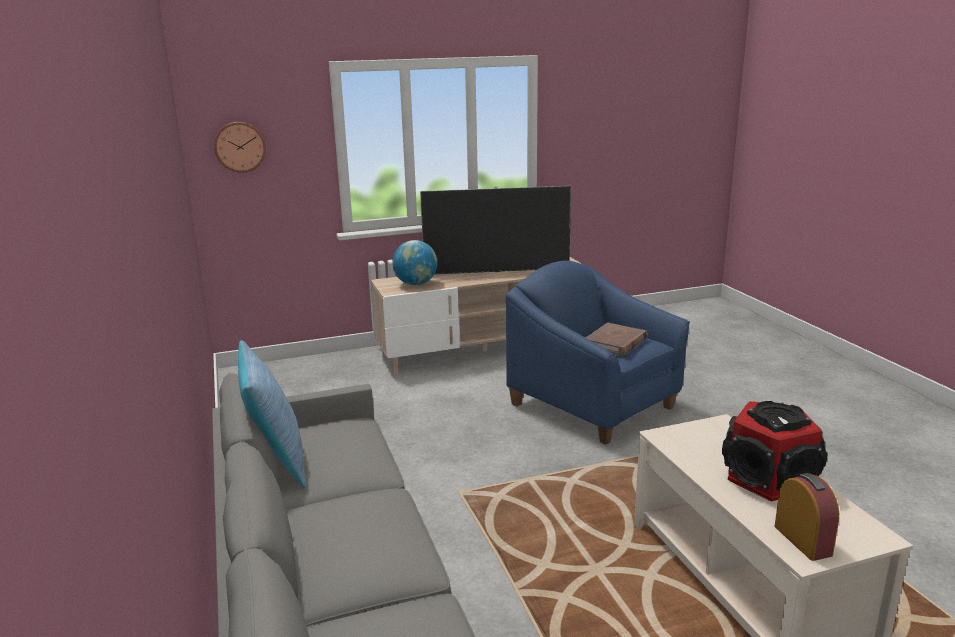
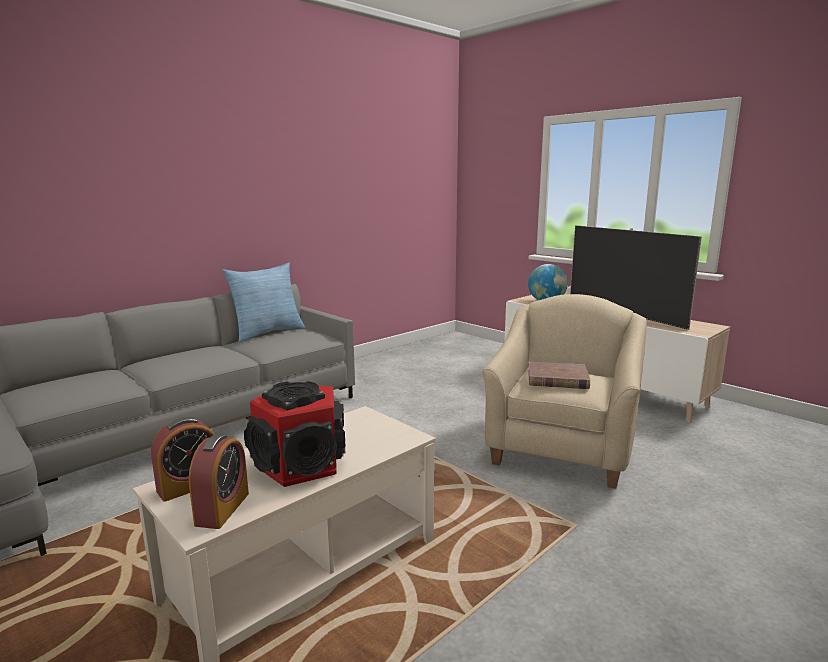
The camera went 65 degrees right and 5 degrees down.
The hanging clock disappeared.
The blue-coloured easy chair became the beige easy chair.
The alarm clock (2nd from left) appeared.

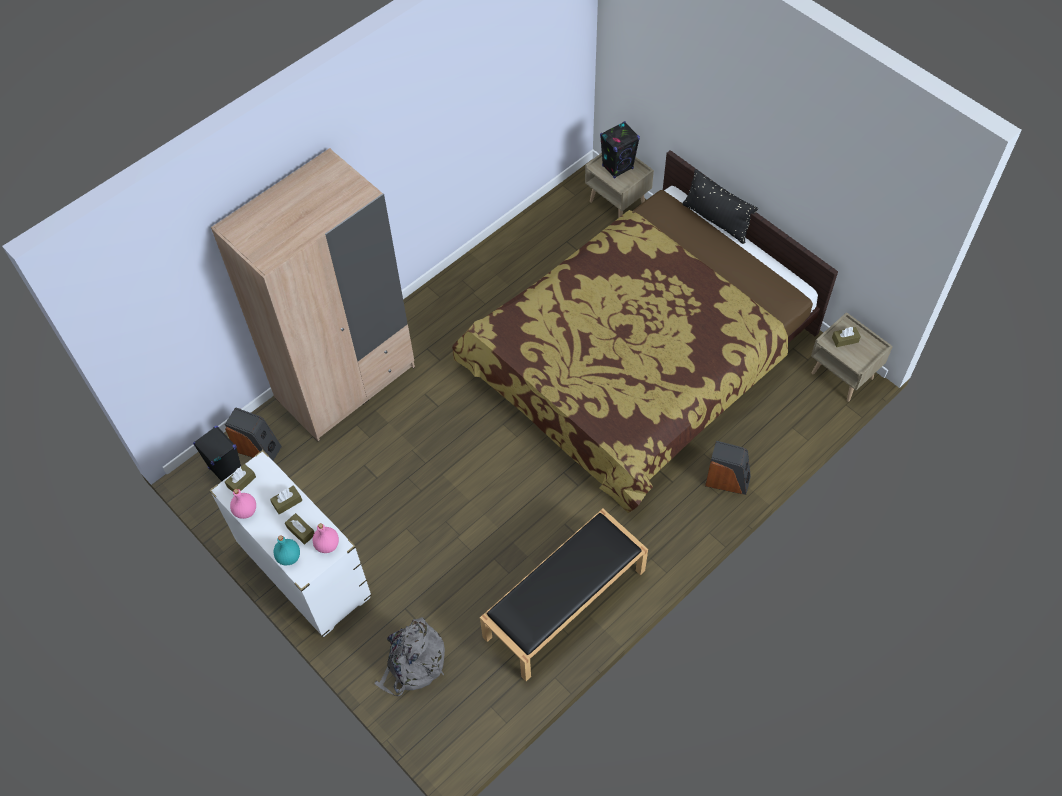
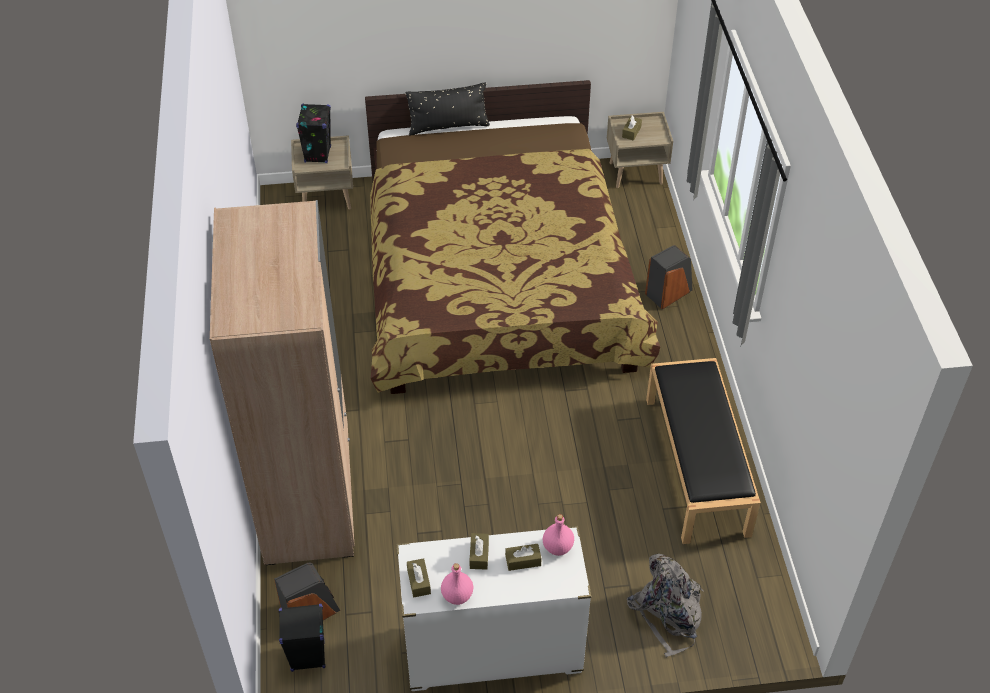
The camera went 55 degrees left and 10 degrees down.
The turquoise-coloured beverage bottle disappeared.

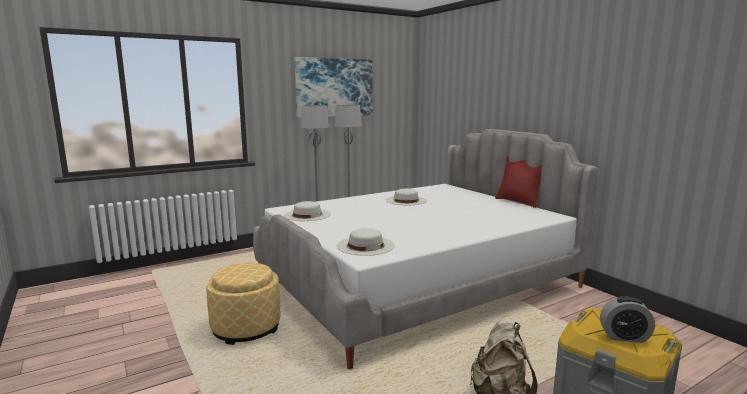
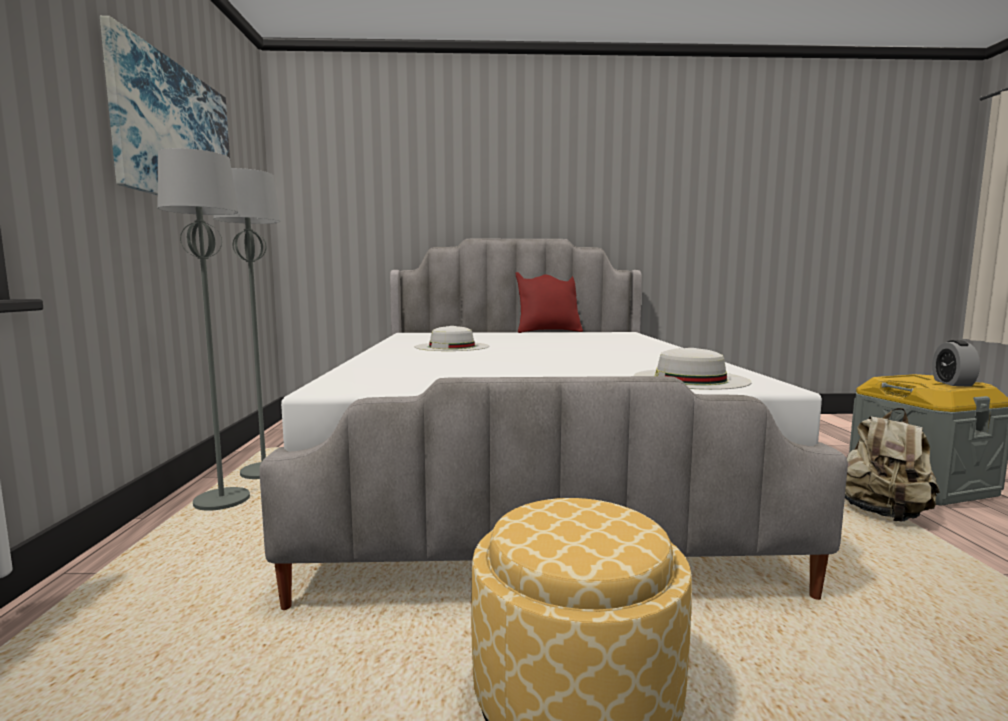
The camera went 60 degrees left and 5 degrees down.
The whitish wearable hat (1st from left) disappeared.
The alarm clock turned 150 degrees clockwise.

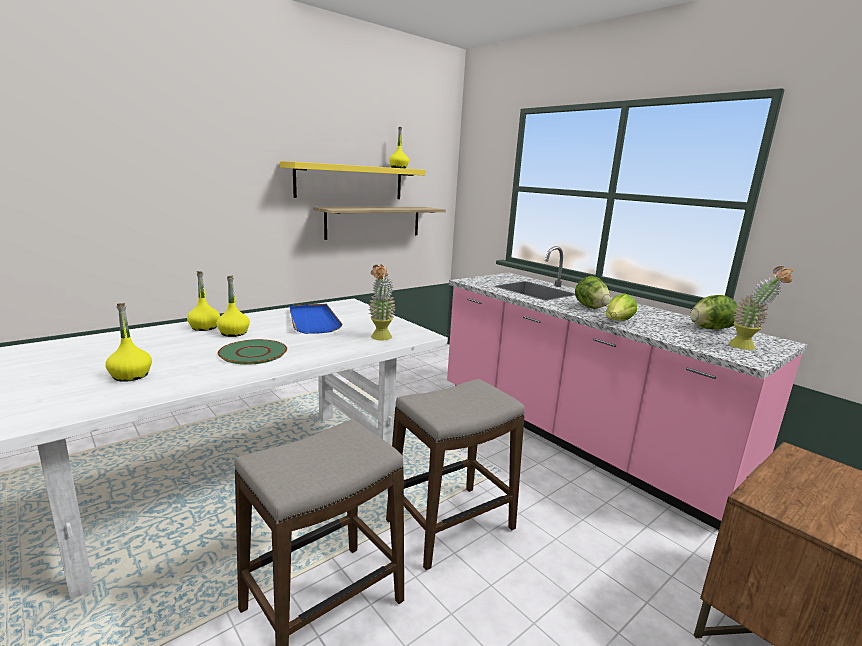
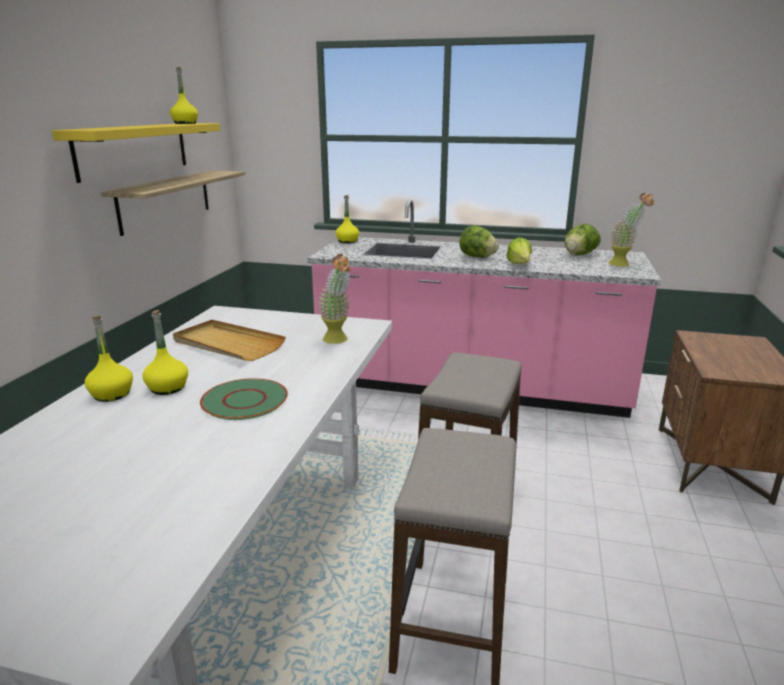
The camera went 35 degrees left and 5 degrees up.
The yellow-coloured beverage bottle (1st from left in the first image) moved.
The blue-coloured tray became the beige tray.

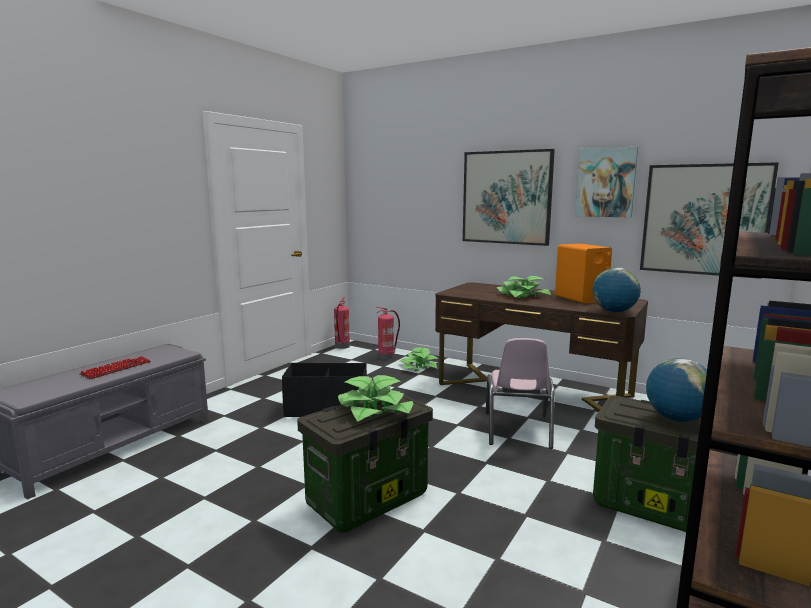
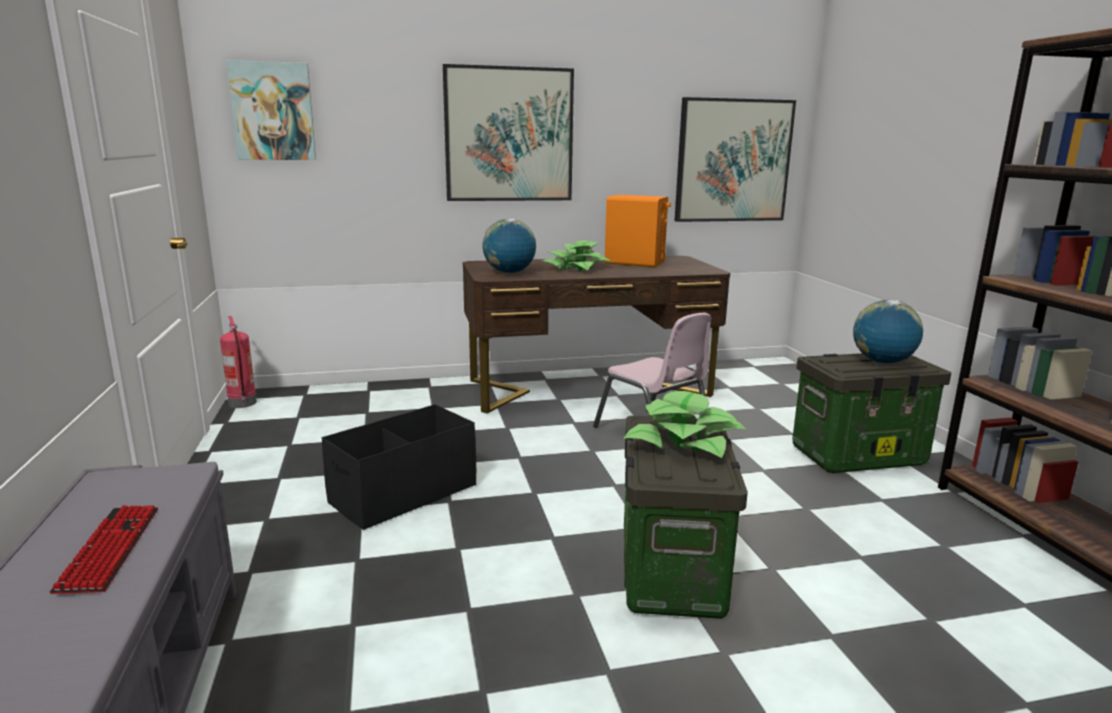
The camera went 45 degrees left and 5 degrees up.
The fire extinguisher (2nd from left) disappeared.
The houseplant (2nd from left) disappeared.
The picture (2nd from left in the first image) moved.
The desk globe (1st from left) moved.

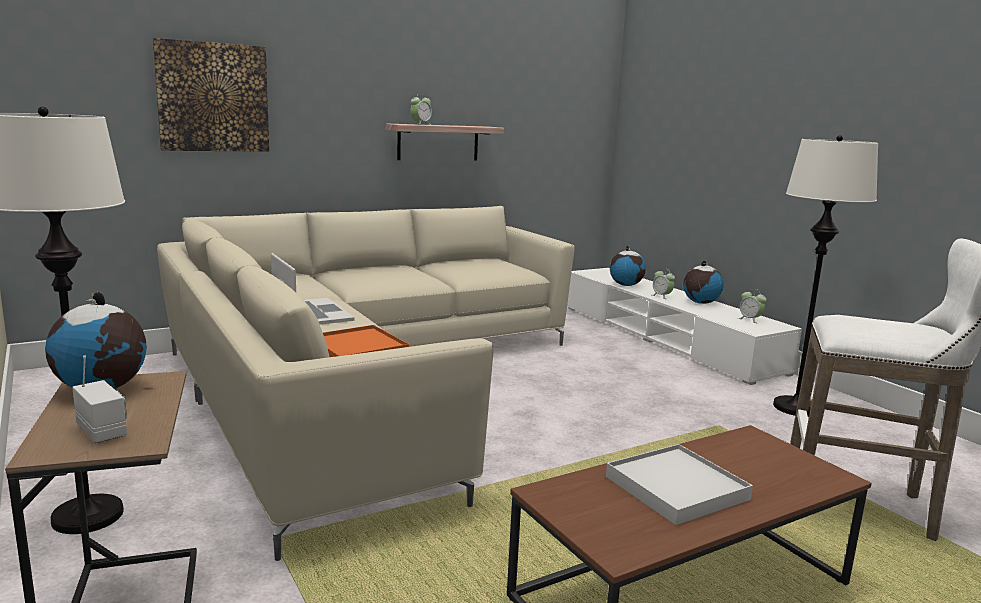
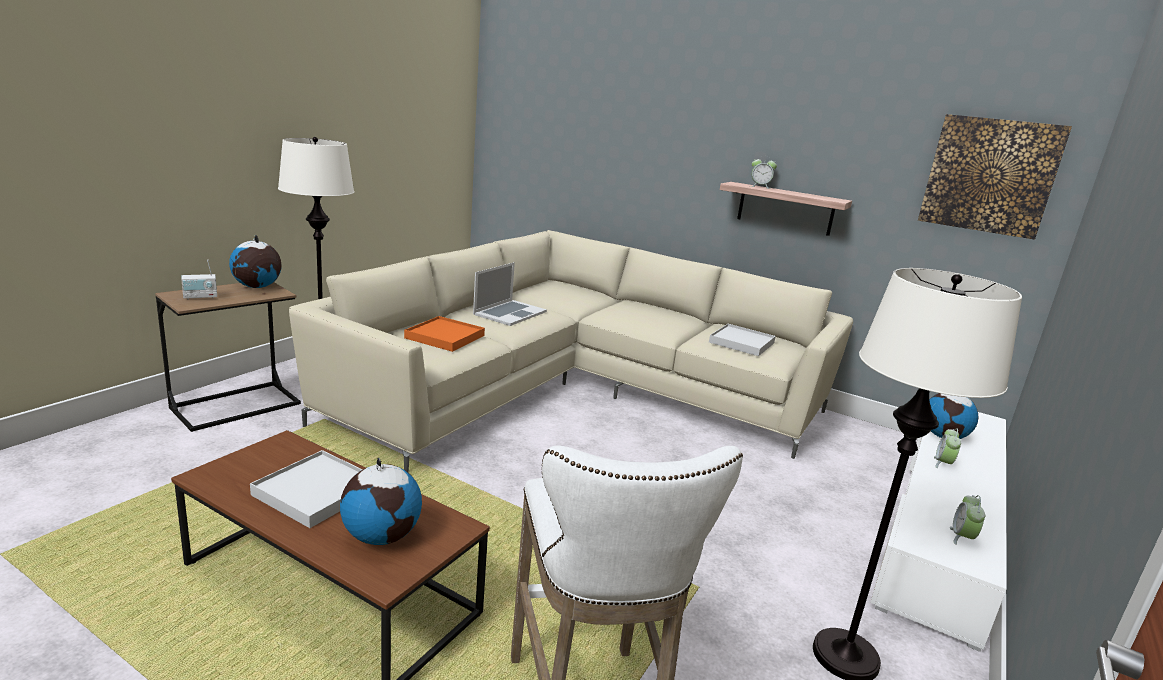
The camera went 60 degrees right and 5 degrees up.
The radio turned 45 degrees clockwise.
The picture moved.
The desk globe (3rd from left in the first image) moved.
The whitish tray (2nd from left) appeared.

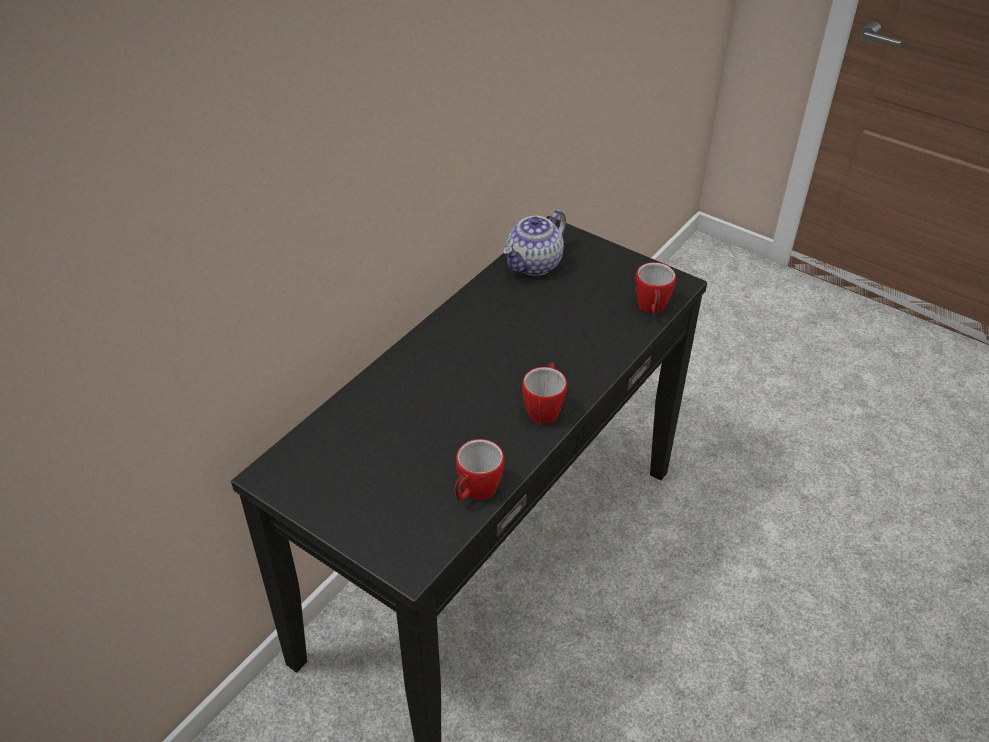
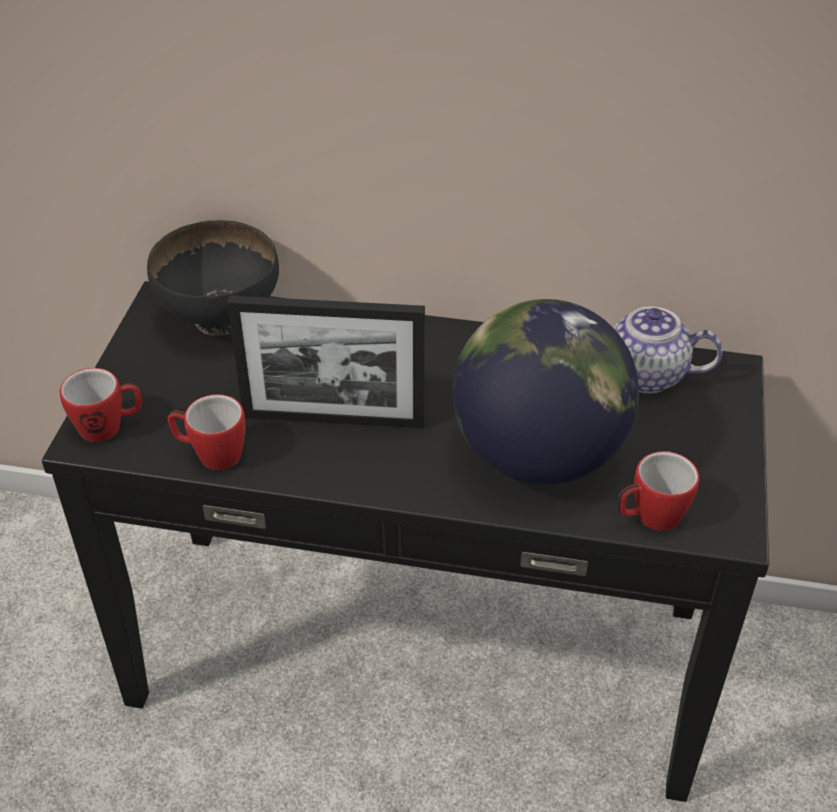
The camera went 65 degrees right and 0 degrees up.
The mug (2nd from left in the first image) moved.
The black deep dish appeared.
The picture frame appeared.
The desk globe appeared.

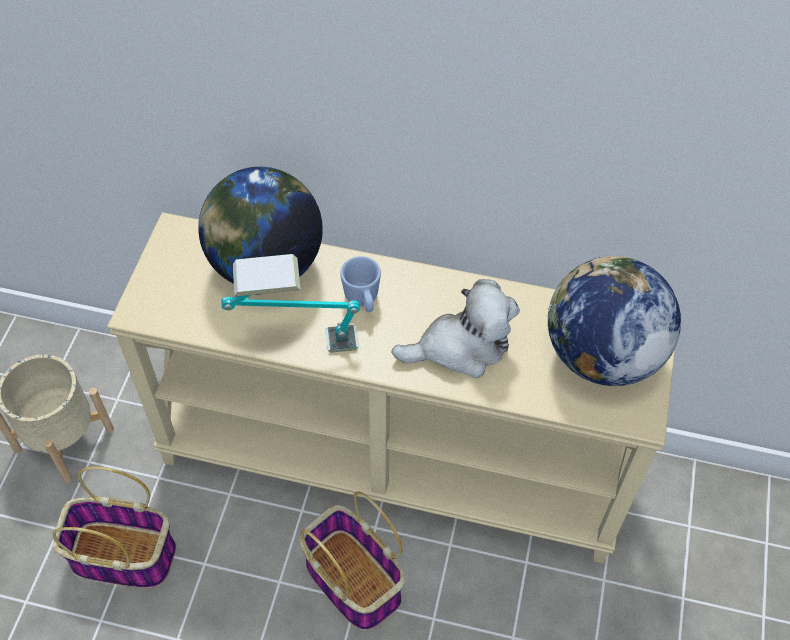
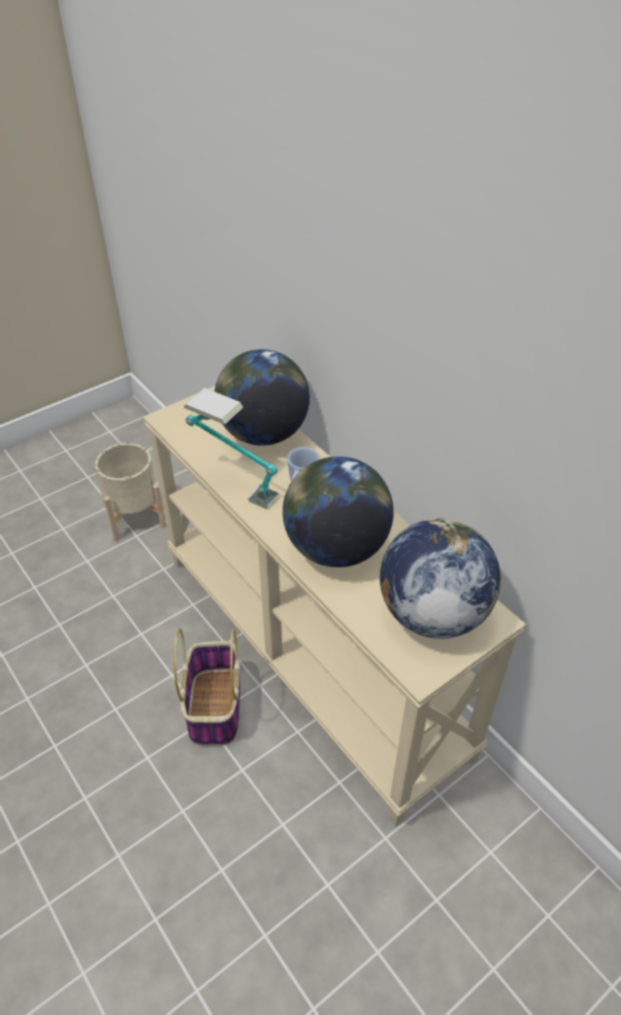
The camera went 40 degrees right and 10 degrees down.
The storage basket (1st from left) disappeared.
The cuddly toy was replaced by the desk globe (2nd from left).

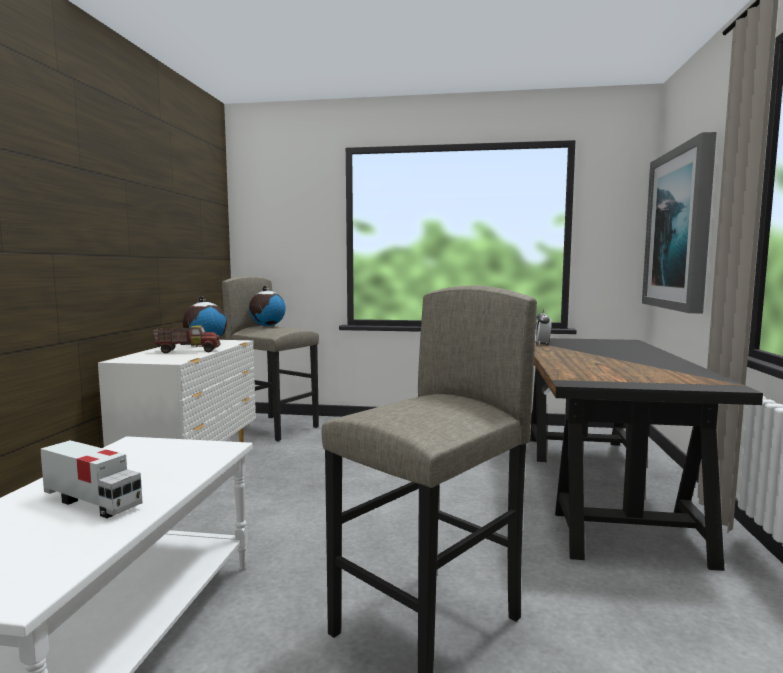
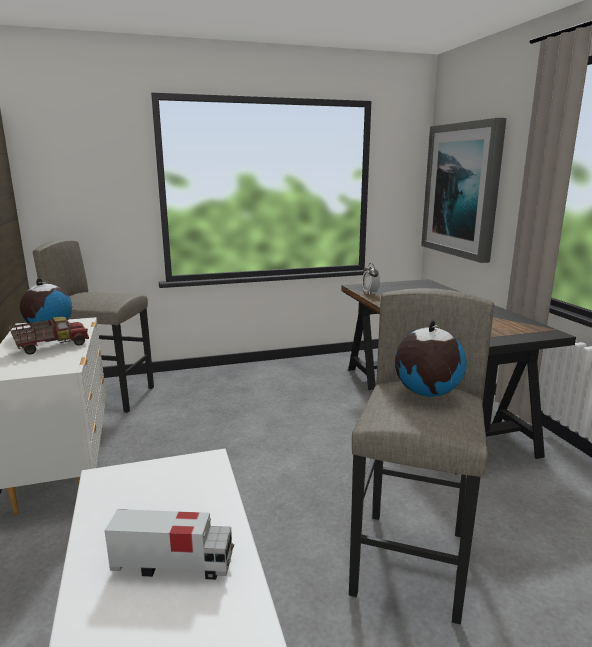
The camera went 25 degrees left and 10 degrees up.
The desk globe (2nd from left) moved.

